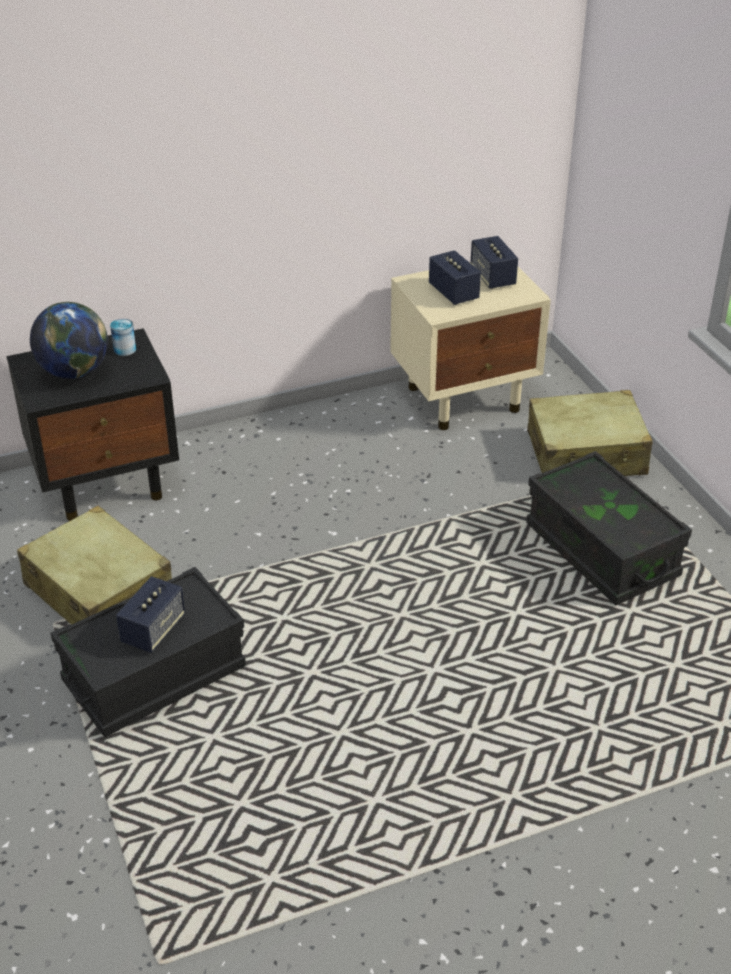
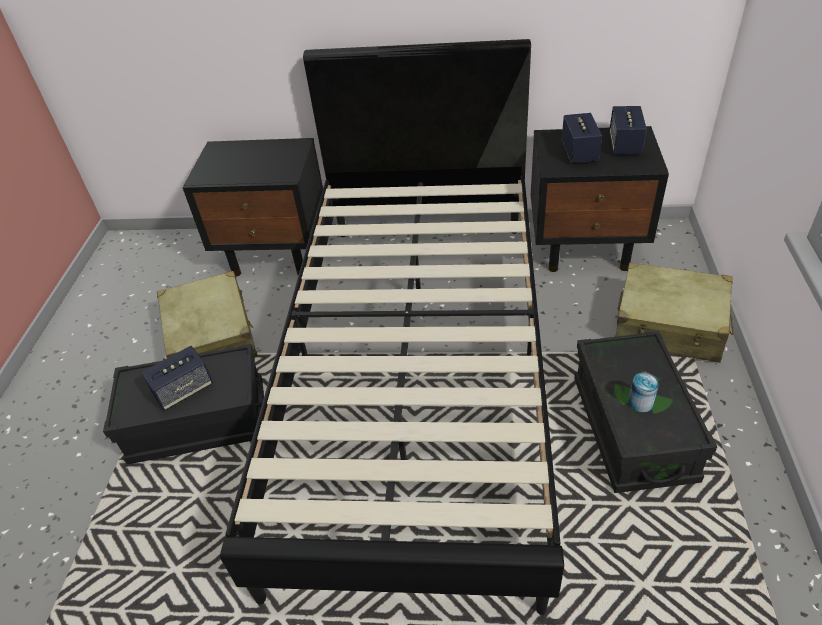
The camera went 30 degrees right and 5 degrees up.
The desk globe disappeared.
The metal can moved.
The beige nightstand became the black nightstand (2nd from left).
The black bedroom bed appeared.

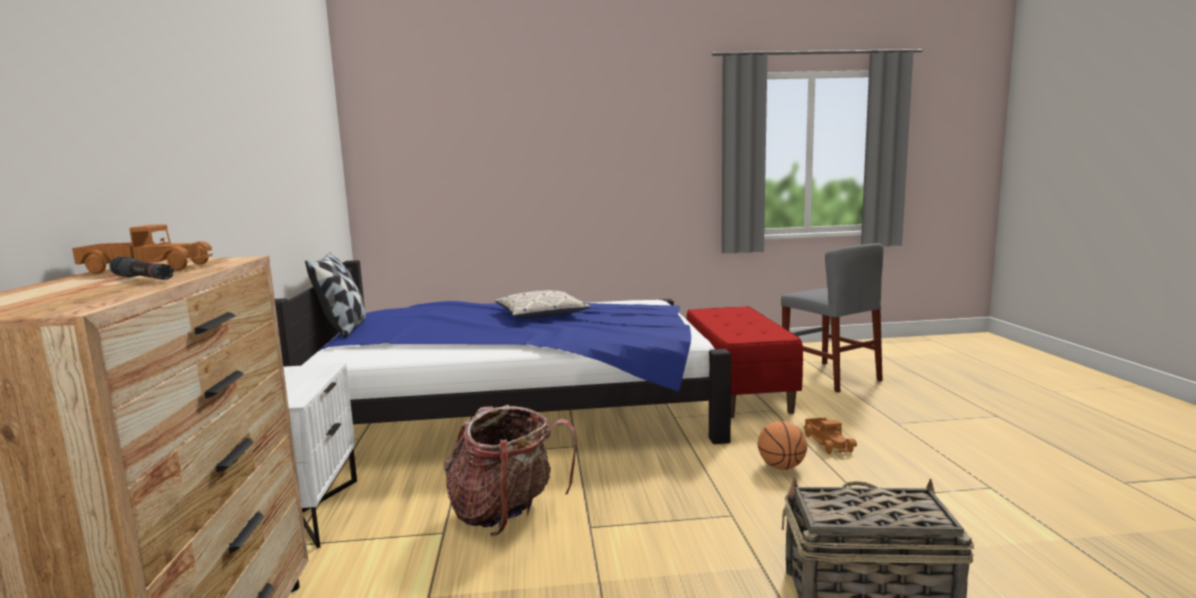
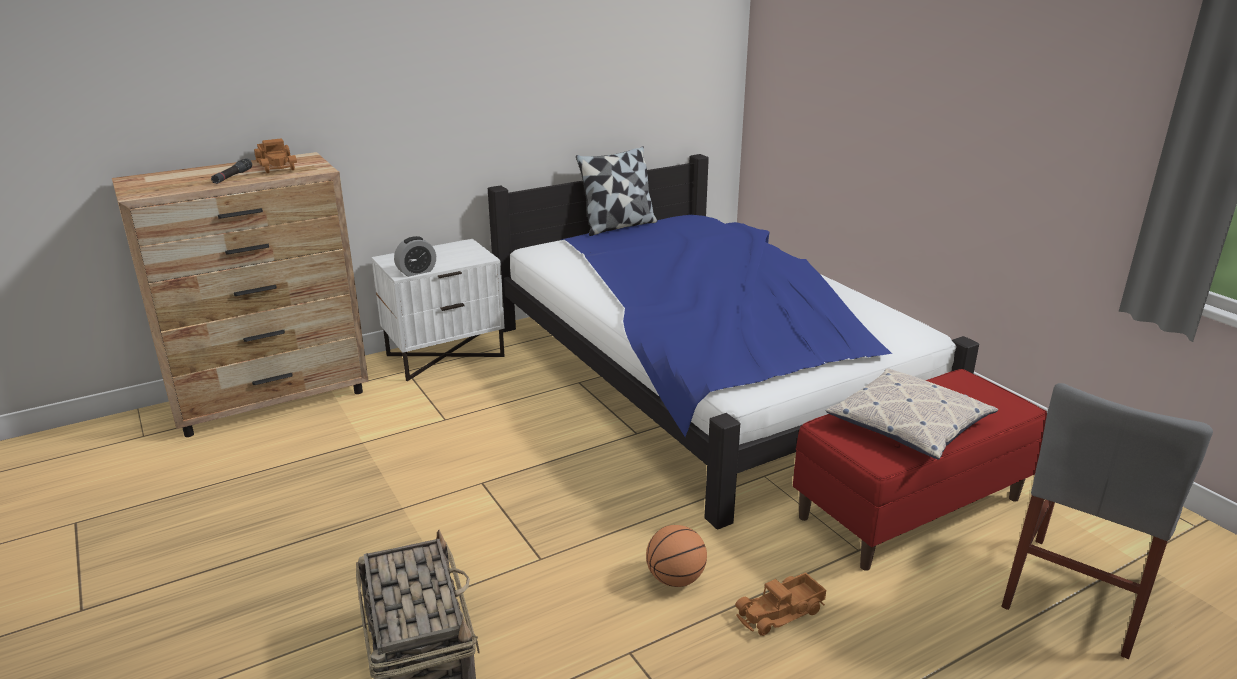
The camera went 65 degrees right and 15 degrees up.
The backpack disappeared.
The pillow (2nd from left) moved.
The alarm clock appeared.

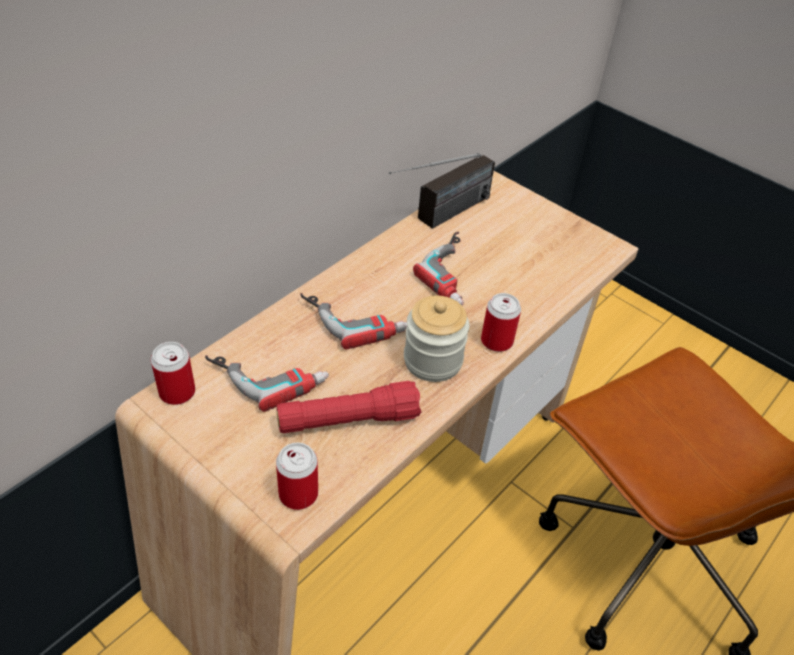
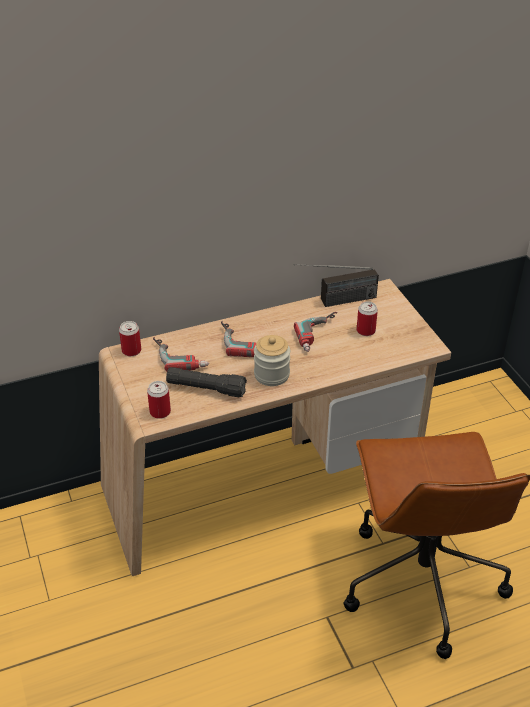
The camera went 30 degrees right and 5 degrees down.
The red-coloured hand torch became the black hand torch.
The metal can (3rd from left) moved.

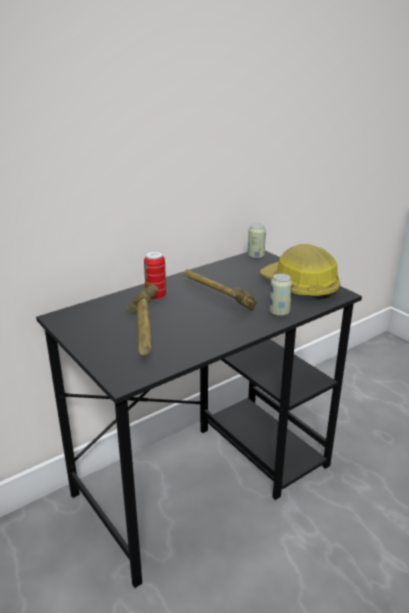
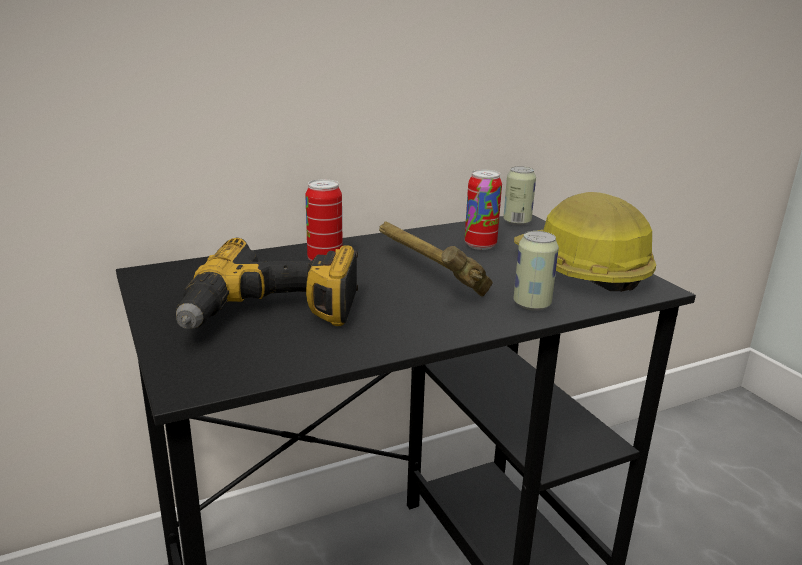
The camera went 10 degrees right and 5 degrees down.
The tool hammer (1st from left) was replaced by the drill.
The metal can (2nd from left) appeared.

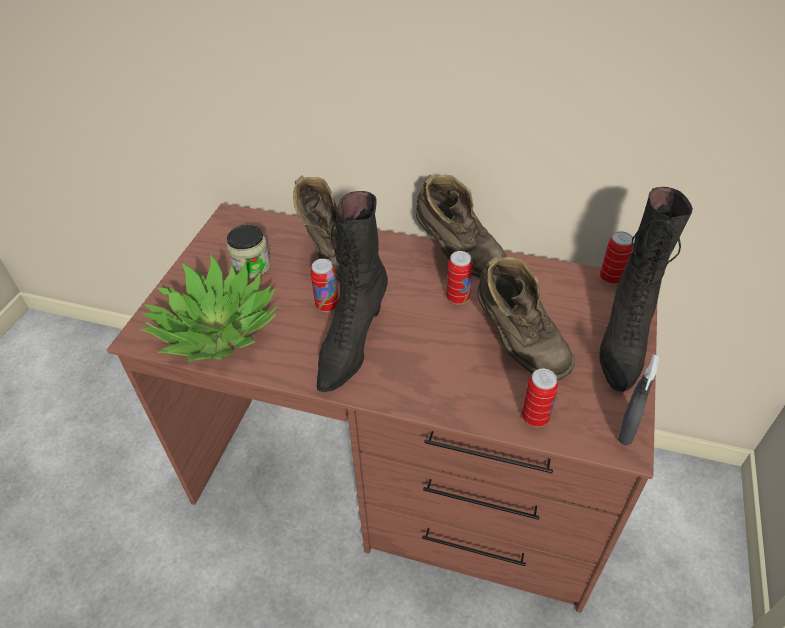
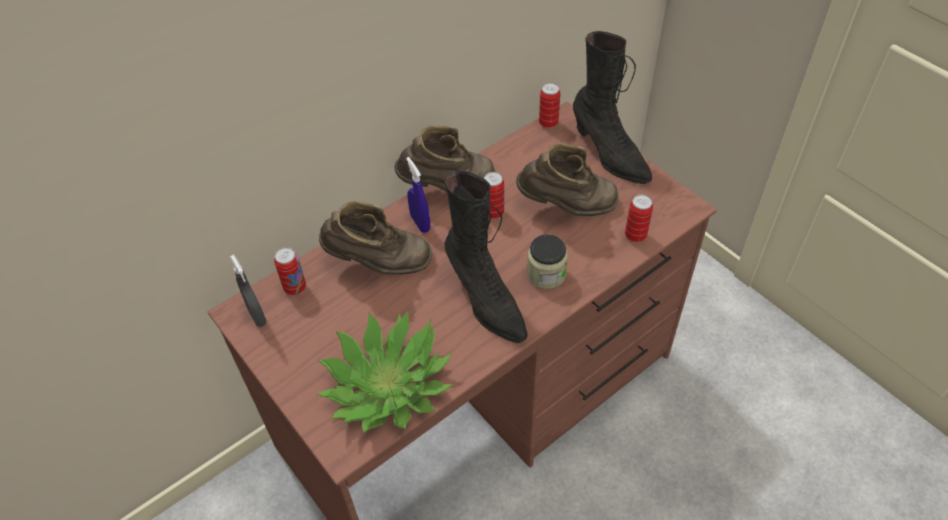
The camera went 55 degrees left and 5 degrees up.
The preserve jar moved.
The metal can (1st from left) moved.
The gray hand sprayer moved.
The blue-coloured hand sprayer appeared.

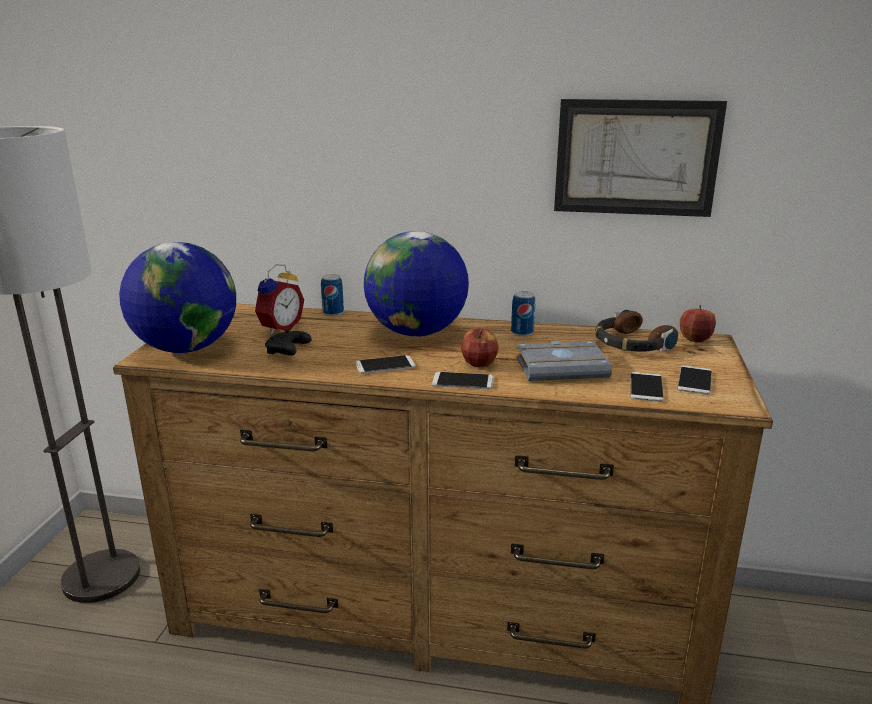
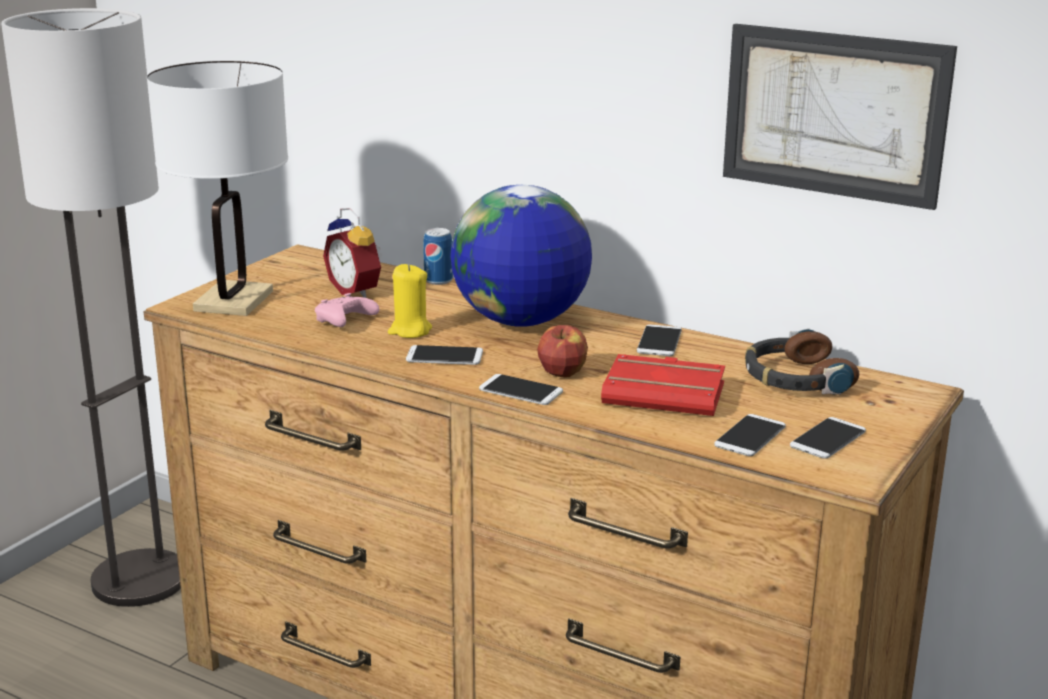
The camera went 20 degrees right and 0 degrees up.
The desk globe (1st from left) was replaced by the whitish lamp for a table.
The alarm clock turned 90 degrees clockwise.
The black gamepad became the pink-coloured gamepad.
The metal can (2nd from left) was replaced by the phone (3rd from left).
The gray bound book became the red-coloured bound book.
The apple (2nd from left) disappeared.
The yellow-coloured wax light appeared.

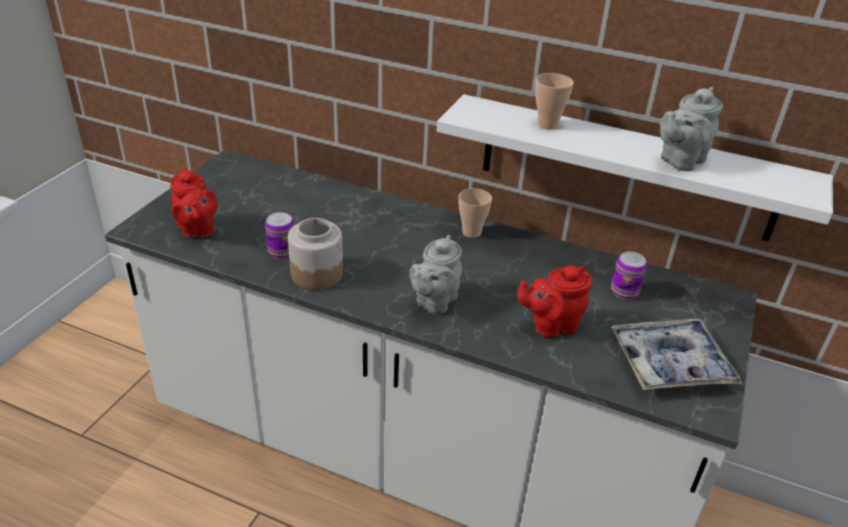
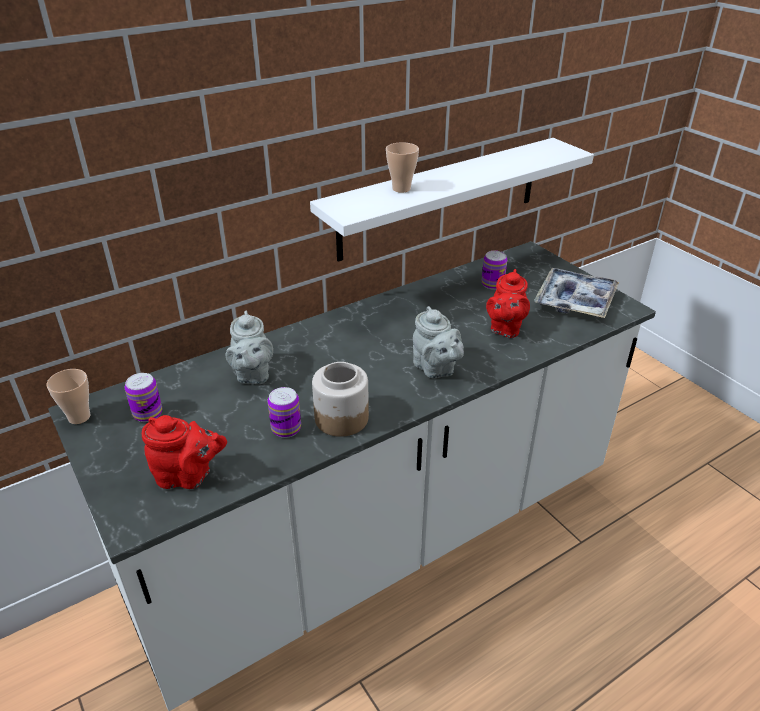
The camera went 55 degrees left and 0 degrees up.
The drinking cup (1st from left) moved.
The gray tea pot (2nd from left in the first image) moved.
The metal can (1st from left) appeared.

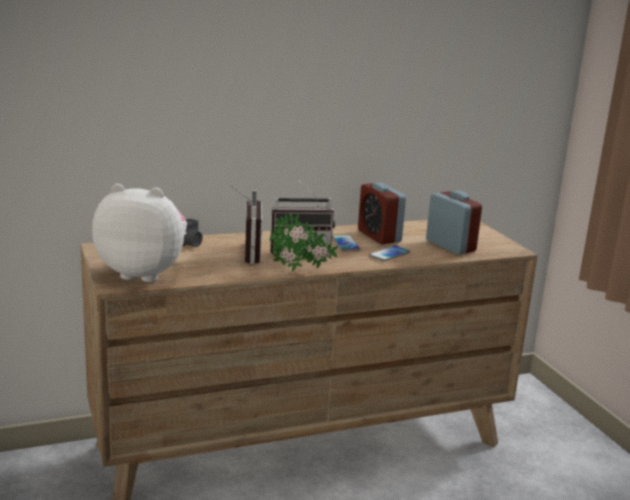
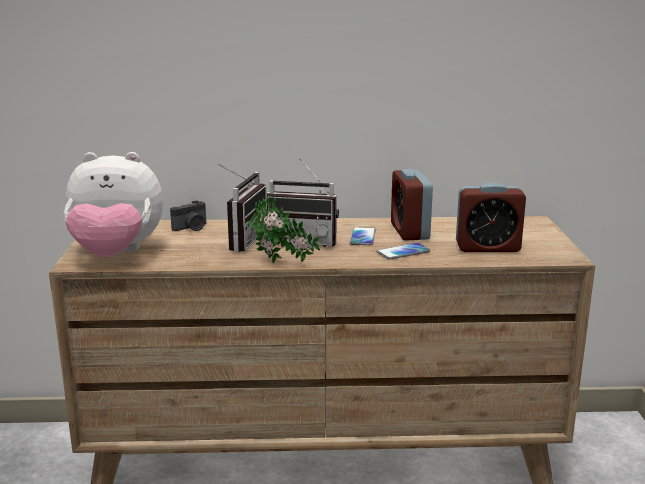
The camera went 20 degrees right and 0 degrees up.
The cuddly toy turned 150 degrees clockwise.
The alarm clock (2nd from left) turned 105 degrees clockwise.

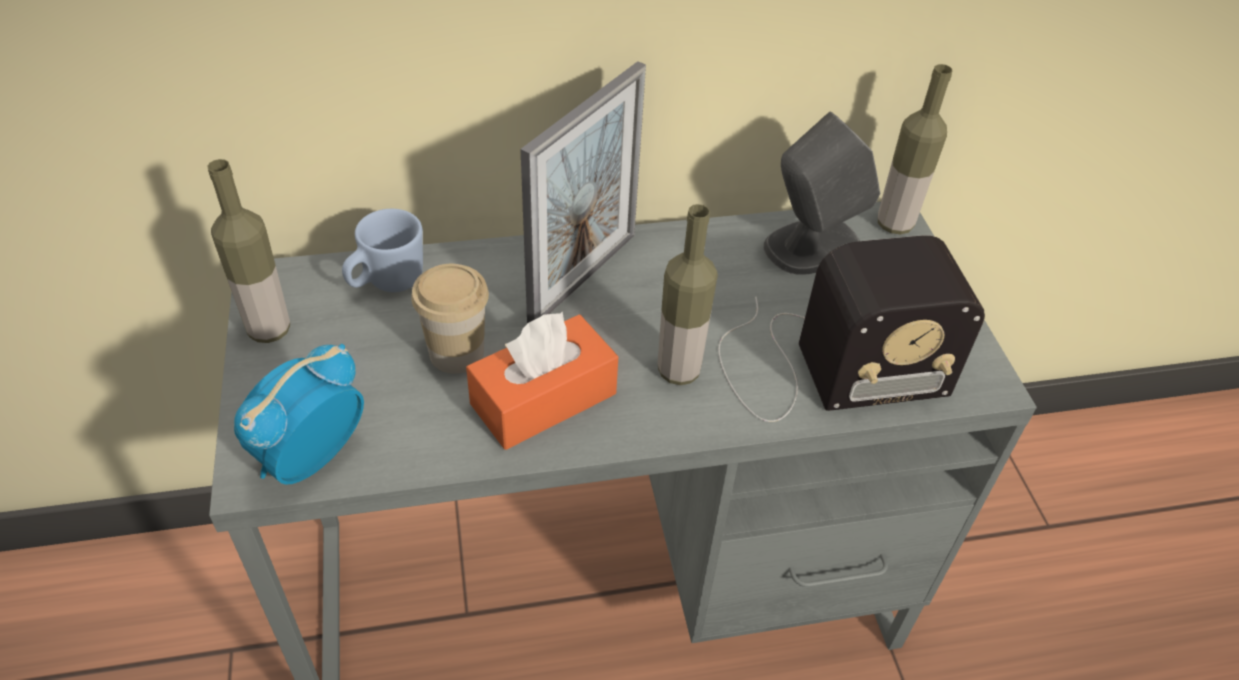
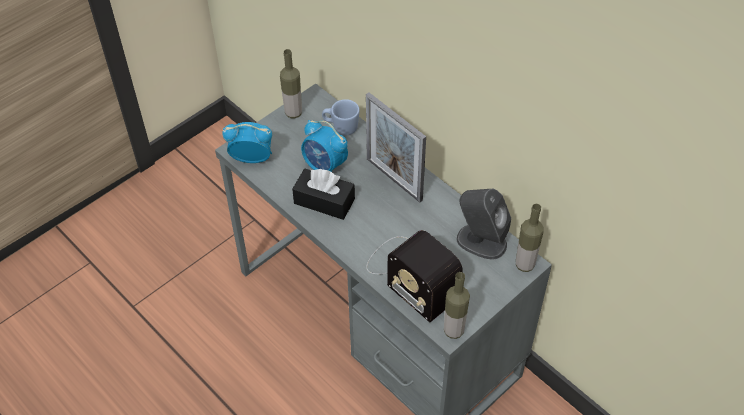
The camera went 60 degrees right and 5 degrees up.
The drinking cup was replaced by the alarm clock (2nd from left).
The orange-coloured tissue holder became the black tissue holder.
The picture frame turned 45 degrees clockwise.
The beverage bottle (2nd from left) moved.

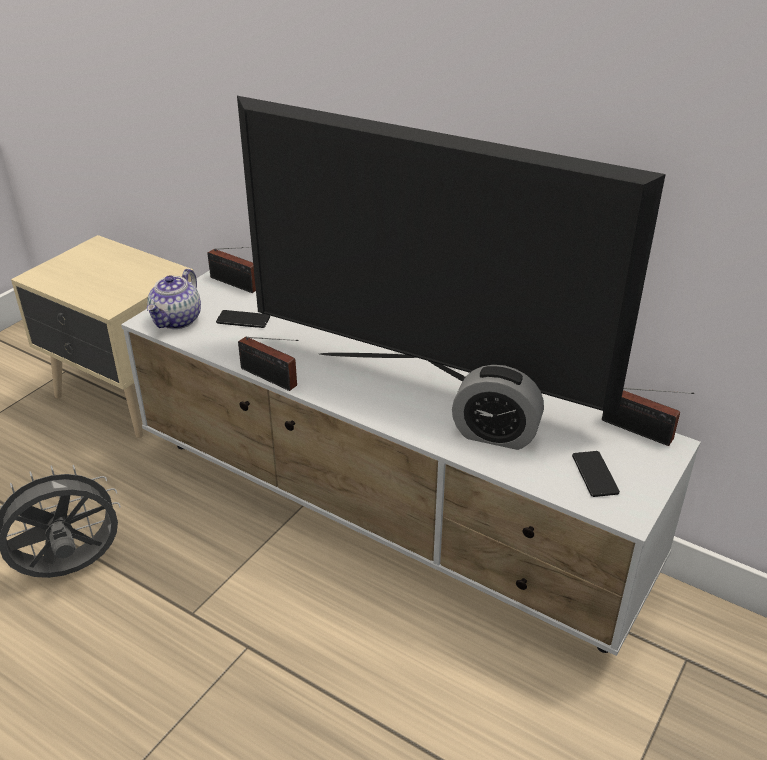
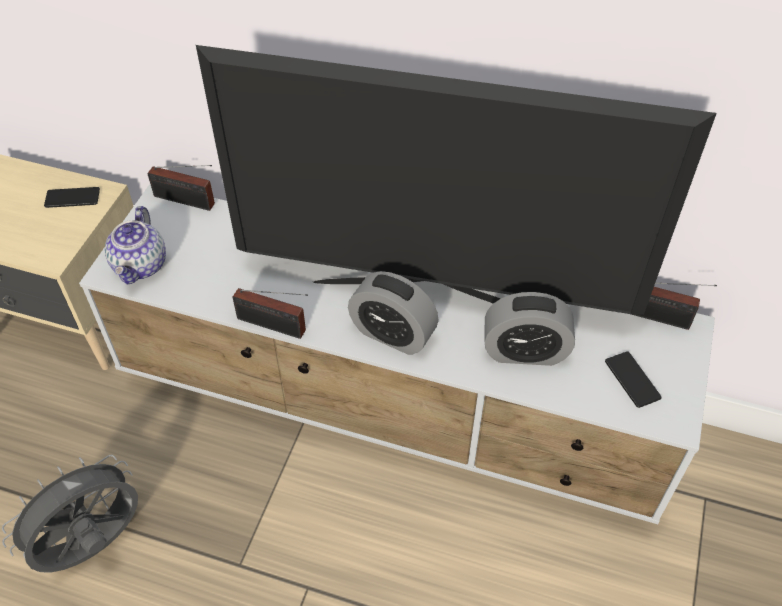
The camera went 15 degrees left and 15 degrees up.
The phone (1st from left) moved.
The alarm clock (1st from left) appeared.

